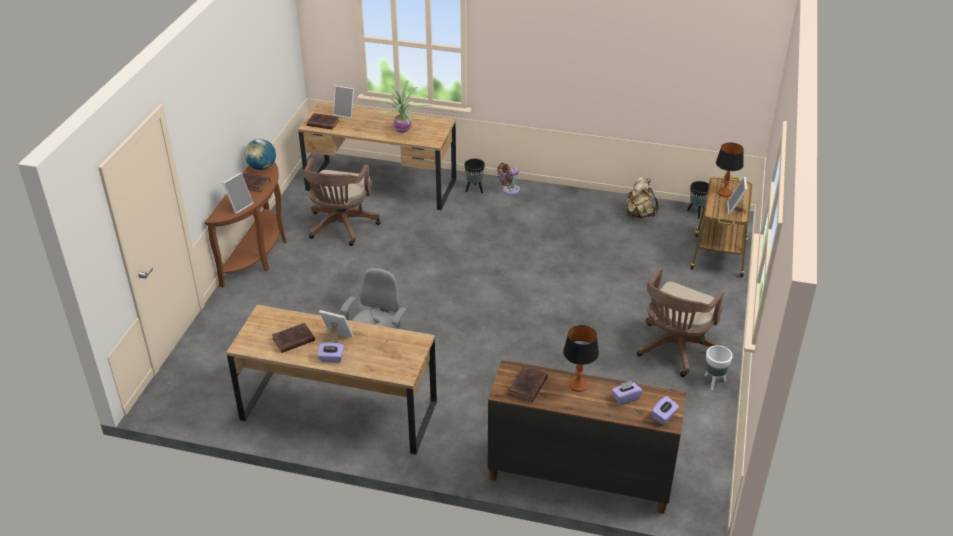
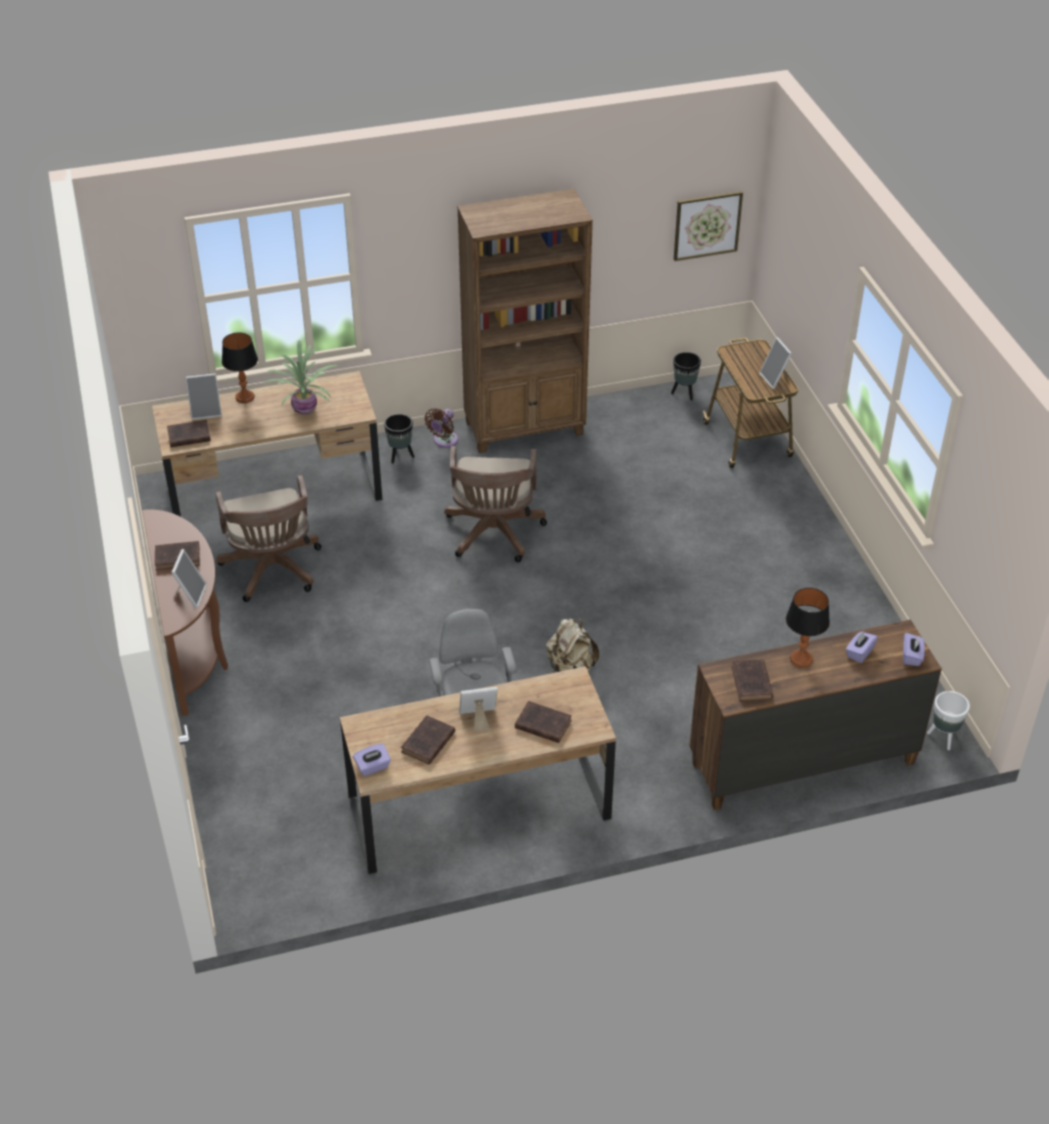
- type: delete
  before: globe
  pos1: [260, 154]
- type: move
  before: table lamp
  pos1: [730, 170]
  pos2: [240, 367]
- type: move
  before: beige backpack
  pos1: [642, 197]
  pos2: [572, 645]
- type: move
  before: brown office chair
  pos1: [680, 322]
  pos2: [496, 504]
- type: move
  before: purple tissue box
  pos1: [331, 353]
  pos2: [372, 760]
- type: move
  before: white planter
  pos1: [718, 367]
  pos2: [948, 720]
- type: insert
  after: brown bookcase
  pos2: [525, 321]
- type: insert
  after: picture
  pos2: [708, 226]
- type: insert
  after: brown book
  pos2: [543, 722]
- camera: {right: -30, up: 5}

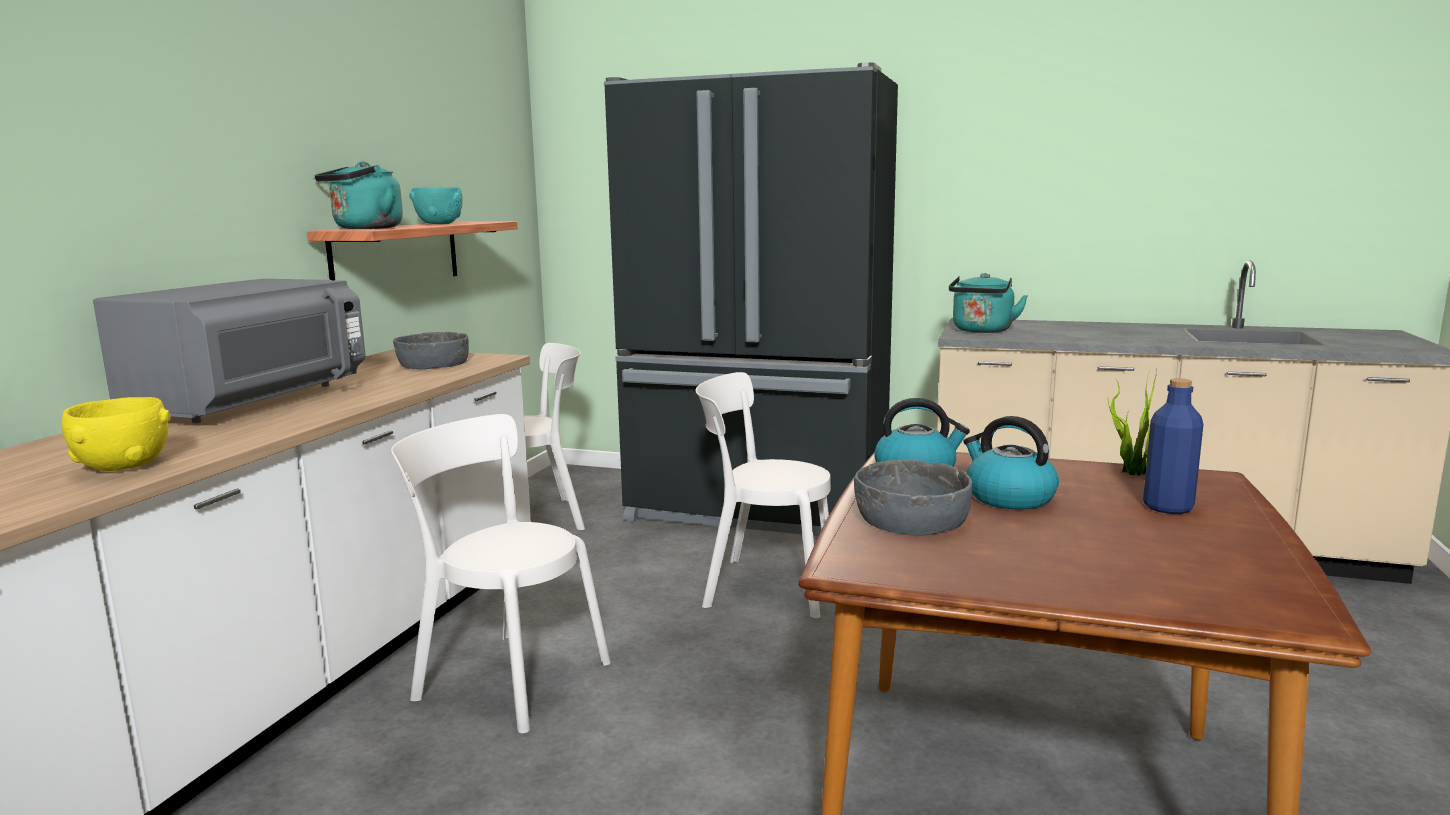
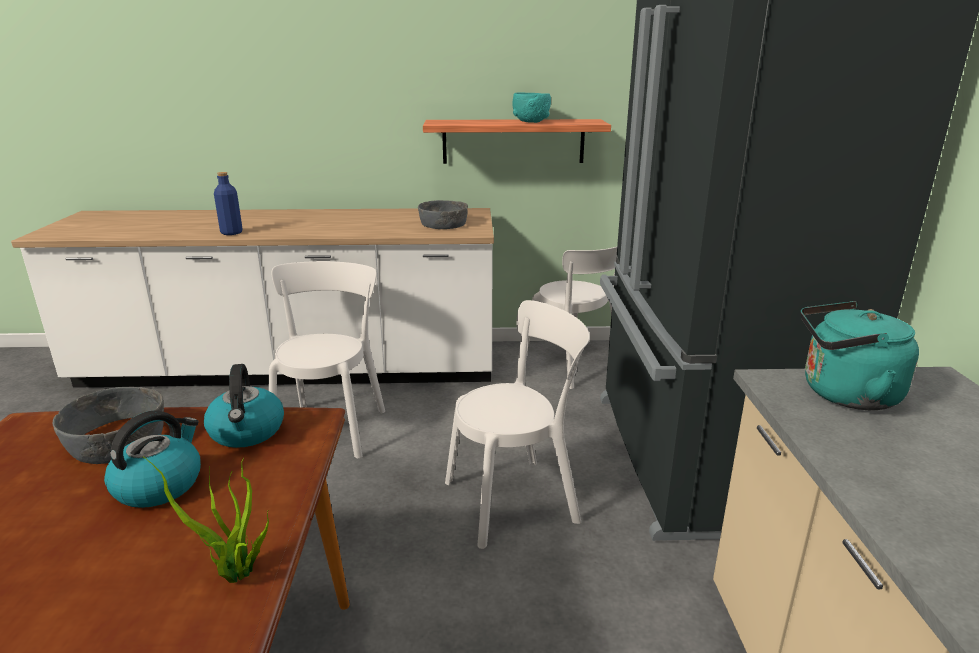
- type: delete
  before: turquoise kettle
  pos1: [359, 195]
- type: delete
  before: grey microwave
  pos1: [229, 351]
- type: rotate
  before: white chair
  pos1: [763, 495]
  pos2: [517, 424]
  turn: 75
- type: move
  before: blue bottle
  pos1: [1173, 446]
  pos2: [228, 203]
- type: delete
  before: yellow bowl
  pos1: [115, 434]
- camera: {right: 70, up: 10}

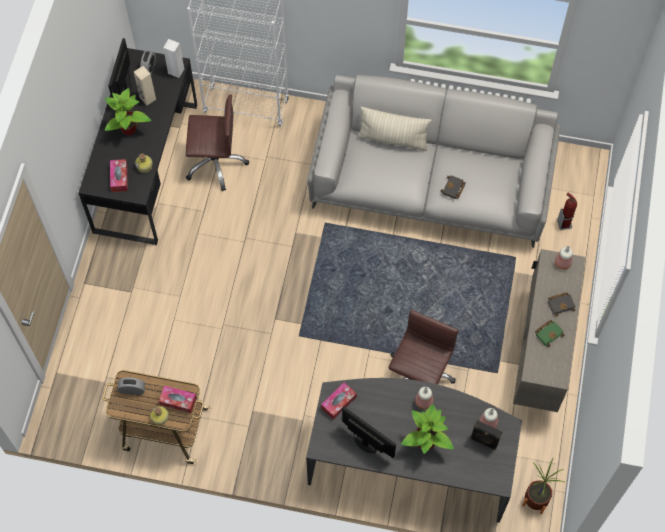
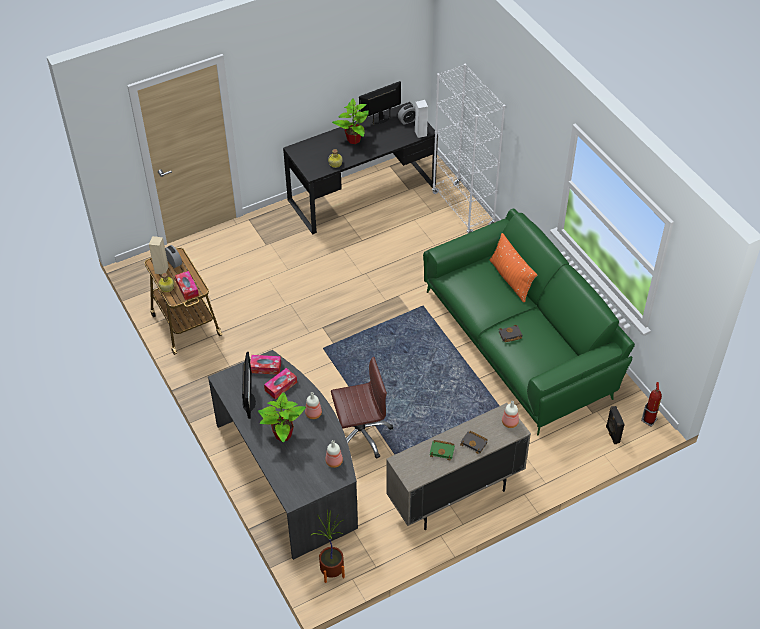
- type: move
  before: beige speaker
  pos1: [145, 85]
  pos2: [159, 255]
- type: recolor
  before: grey sofa
  after: green sofa
  pos1: [433, 161]
  pos2: [529, 322]
- type: delete
  before: brown office chair
  pos1: [217, 143]
- type: recolor
  before: beige pillow
  after: orange pillow
  pos1: [394, 129]
  pos2: [513, 267]
- type: move
  before: tissue box
  pos1: [119, 175]
  pos2: [280, 383]
- type: move
  before: fire extinguisher
  pos1: [567, 211]
  pos2: [651, 404]
- type: move
  before: black speaker
  pos1: [486, 435]
  pos2: [615, 425]
- camera: {right: 50, up: -15}

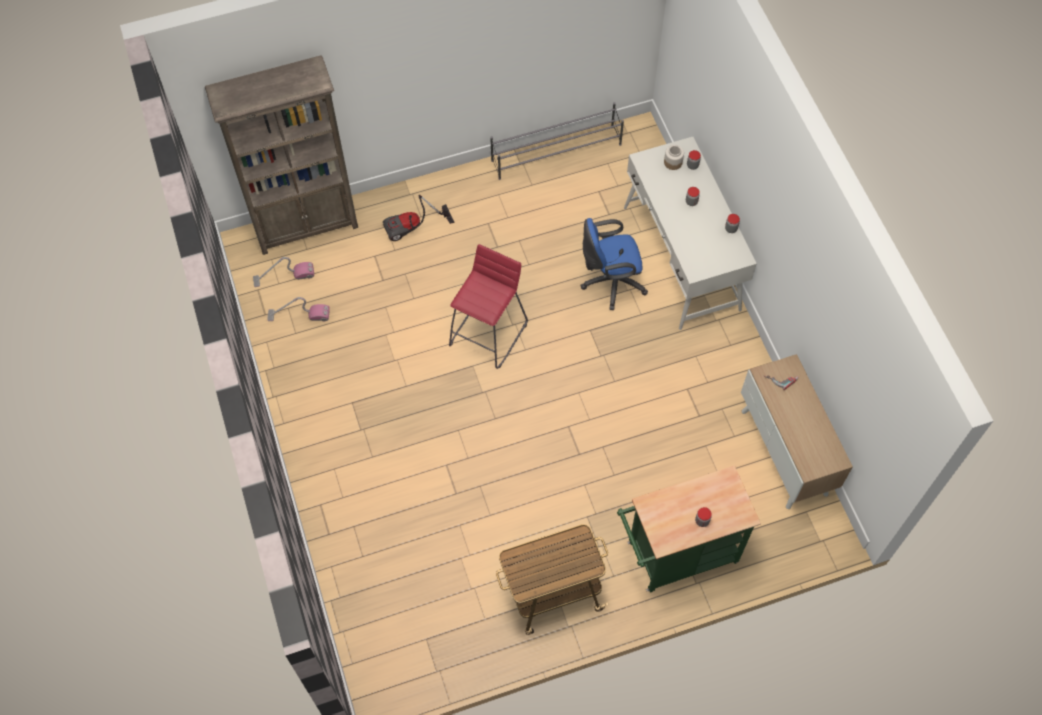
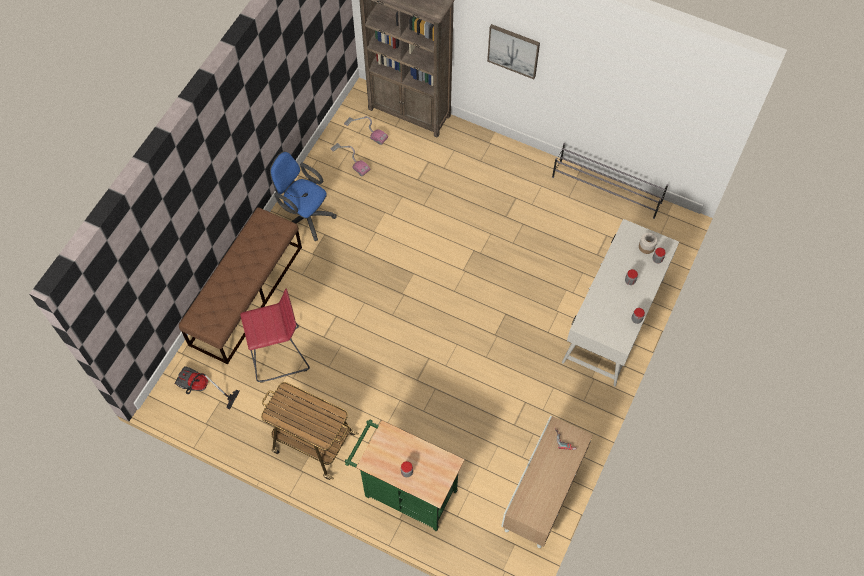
- type: move
  before: vacuum cleaner
  pos1: [419, 218]
  pos2: [207, 387]
- type: move
  before: blue office chair
  pos1: [614, 264]
  pos2: [303, 196]
- type: move
  before: red stool
  pos1: [488, 306]
  pos2: [275, 336]
- type: insert
  after: picture
  pos2: [513, 51]
- type: insert
  after: brown bench
  pos2: [240, 286]
- camera: {right: 45, up: 0}

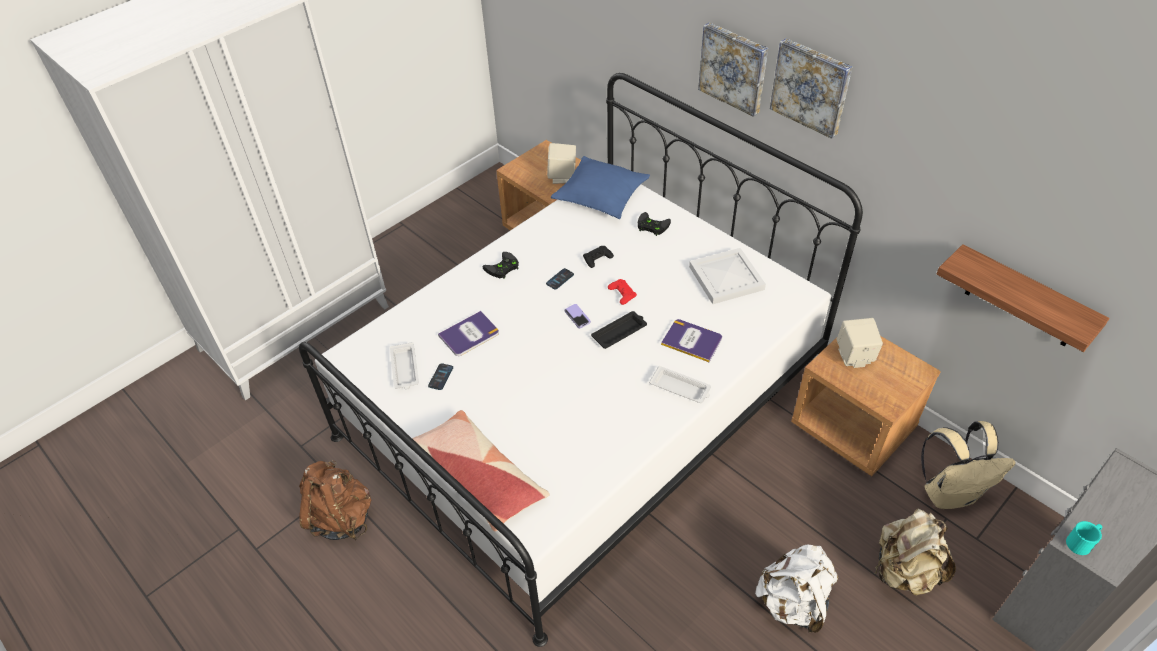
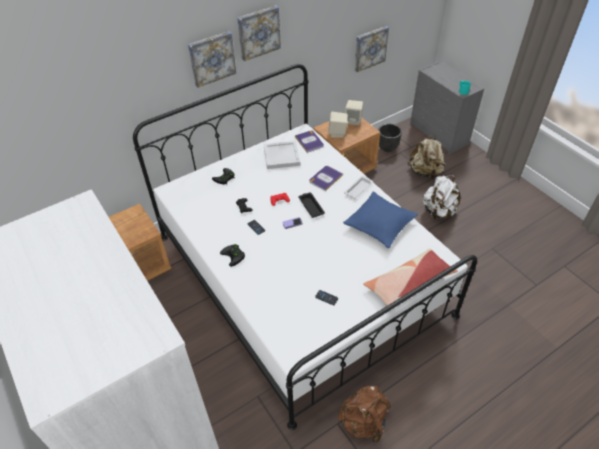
- type: move
  before: beige speaker
  pos1: [561, 163]
  pos2: [354, 112]
- type: move
  before: blue pillow
  pos1: [600, 187]
  pos2: [380, 220]
- type: replace
  before: shelf
  after: picture
  pos1: [1022, 298]
  pos2: [372, 49]
- type: move
  before: book
  pos1: [468, 333]
  pos2: [309, 141]
- type: delete
  before: white tray
  pos1: [404, 366]
- type: replace
  before: beige backpack
  after: black planter
  pos1: [968, 465]
  pos2: [390, 138]
- camera: {right: -80, up: 0}

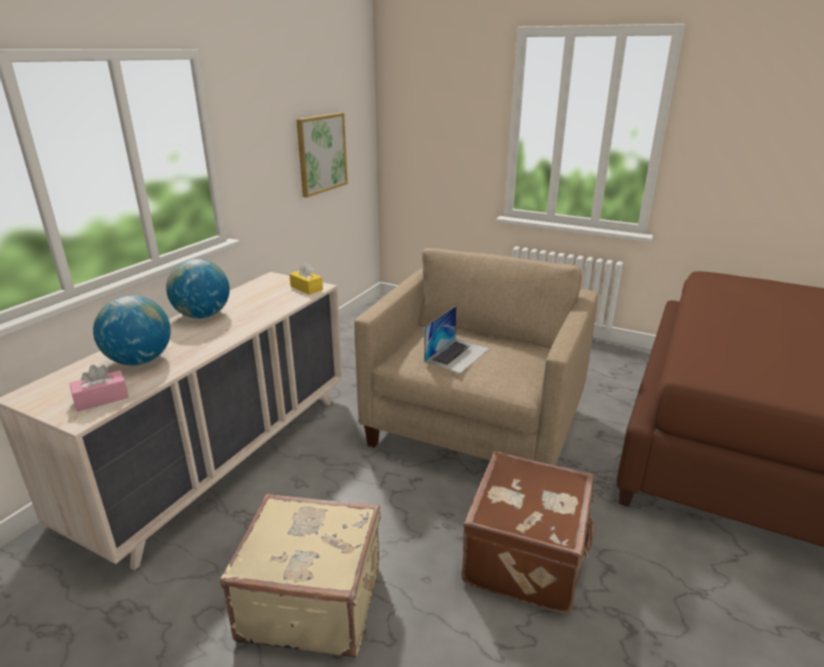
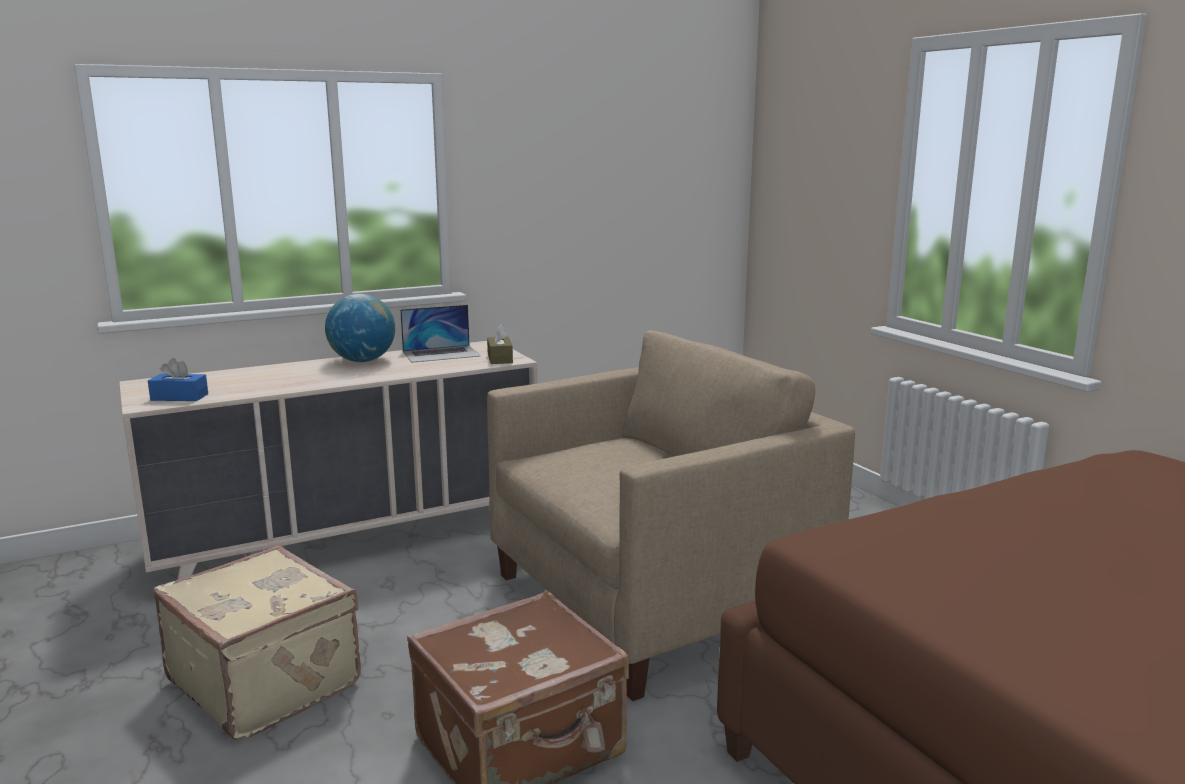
- type: delete
  before: picture
  pos1: [322, 155]
- type: recolor
  before: yellow tissue box
  after: brown tissue box
  pos1: [306, 278]
  pos2: [500, 344]
- type: delete
  before: globe
  pos1: [132, 330]
- type: move
  before: laptop
  pos1: [457, 340]
  pos2: [440, 334]
- type: recolor
  before: pink tissue box
  after: blue tissue box
  pos1: [99, 388]
  pos2: [178, 379]
- camera: {right: 35, up: -10}

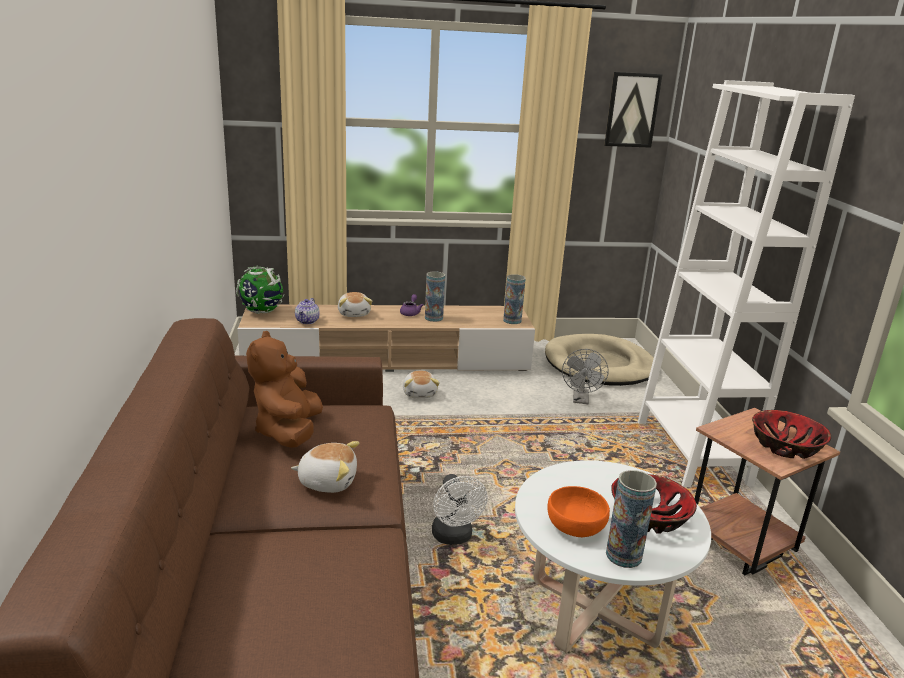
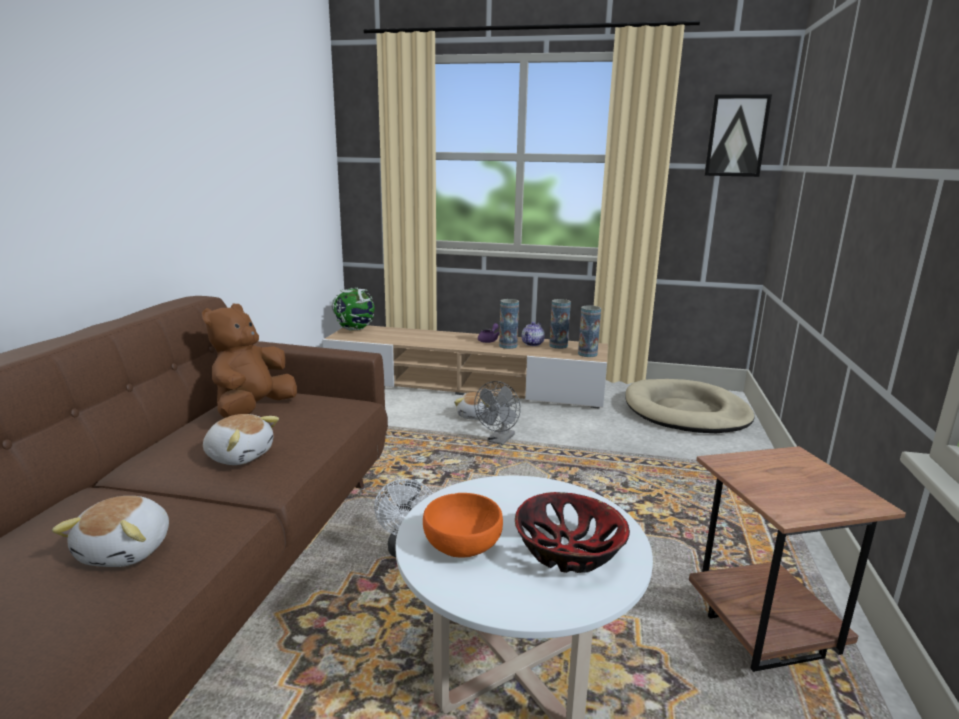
- type: delete
  before: white bookcase
  pos1: [746, 283]
- type: move
  before: plush toy
  pos1: [355, 304]
  pos2: [110, 531]
- type: move
  before: teapot
  pos1: [307, 311]
  pos2: [533, 334]
- type: move
  before: grey fan
  pos1: [585, 376]
  pos2: [497, 413]
- type: delete
  before: bowl
  pos1: [791, 434]
- type: move
  before: vase
  pos1: [631, 519]
  pos2: [560, 324]
- camera: {right: 20, up: -5}

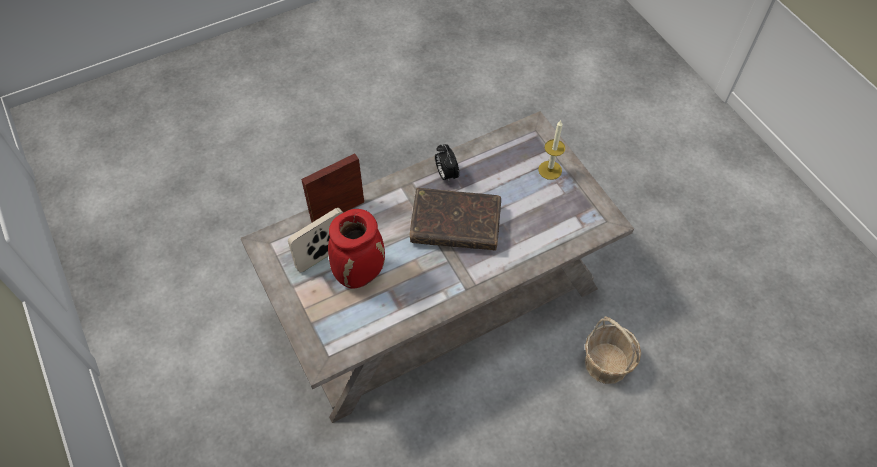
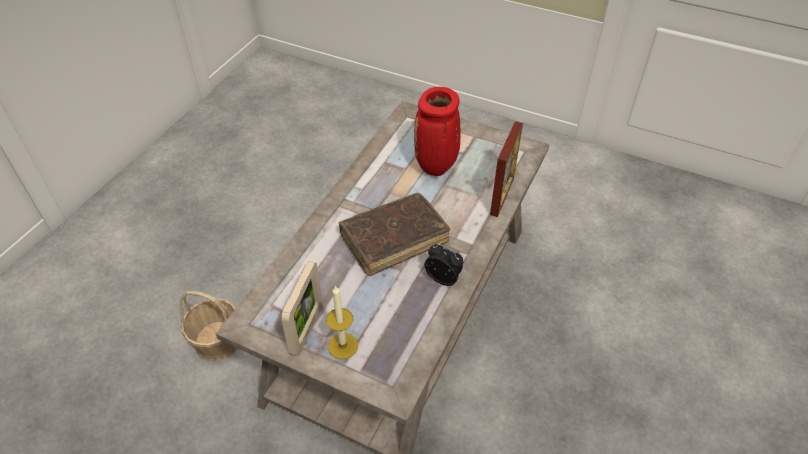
- type: move
  before: picture frame
  pos1: [315, 240]
  pos2: [301, 308]
- camera: {right: 145, up: -10}

